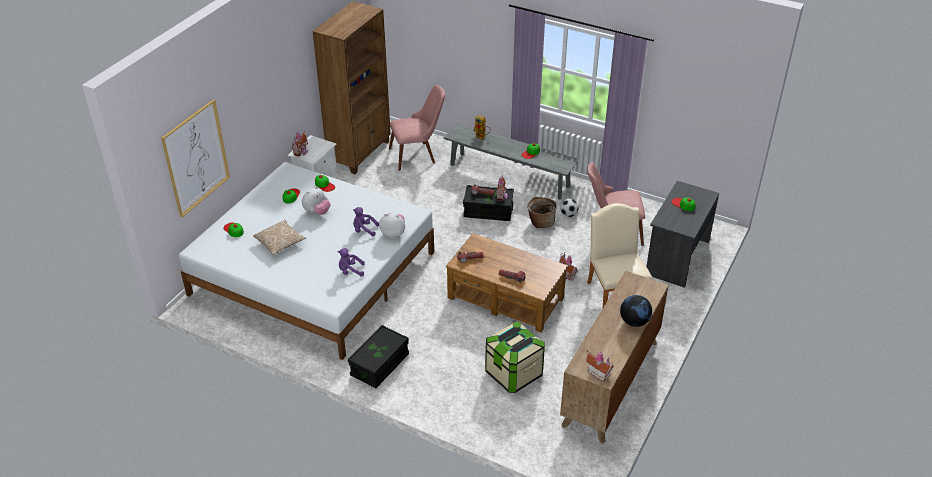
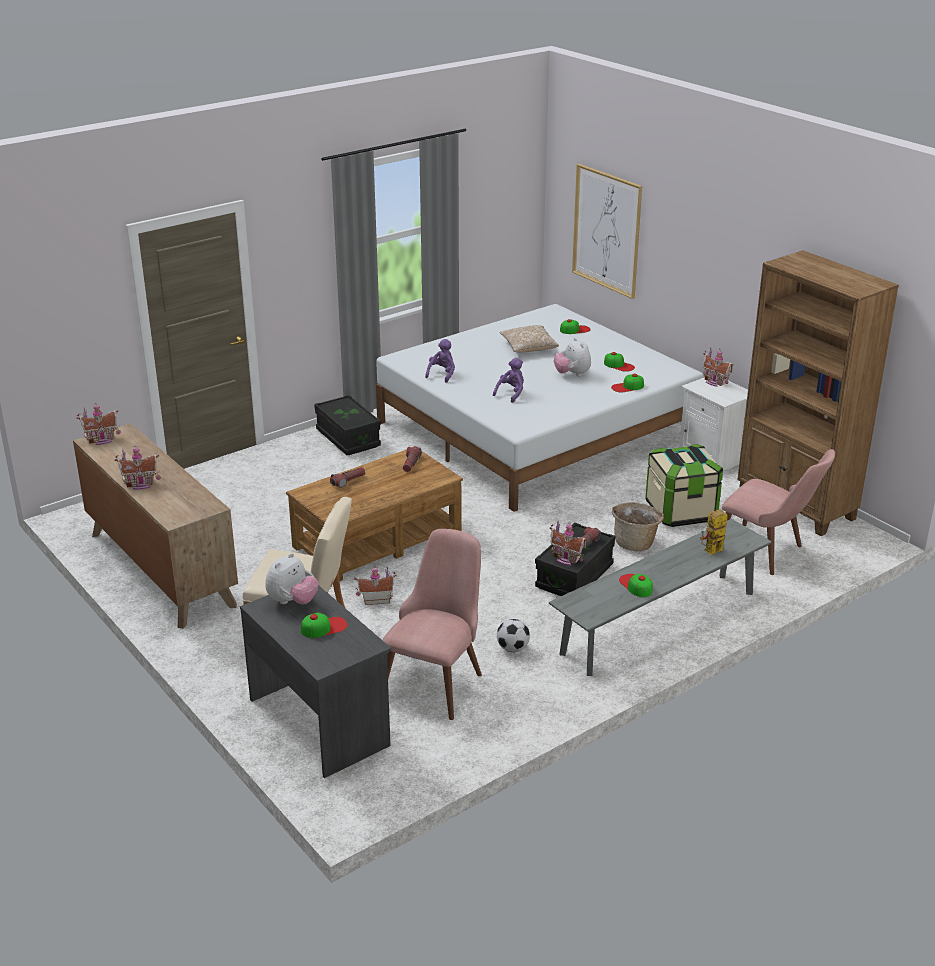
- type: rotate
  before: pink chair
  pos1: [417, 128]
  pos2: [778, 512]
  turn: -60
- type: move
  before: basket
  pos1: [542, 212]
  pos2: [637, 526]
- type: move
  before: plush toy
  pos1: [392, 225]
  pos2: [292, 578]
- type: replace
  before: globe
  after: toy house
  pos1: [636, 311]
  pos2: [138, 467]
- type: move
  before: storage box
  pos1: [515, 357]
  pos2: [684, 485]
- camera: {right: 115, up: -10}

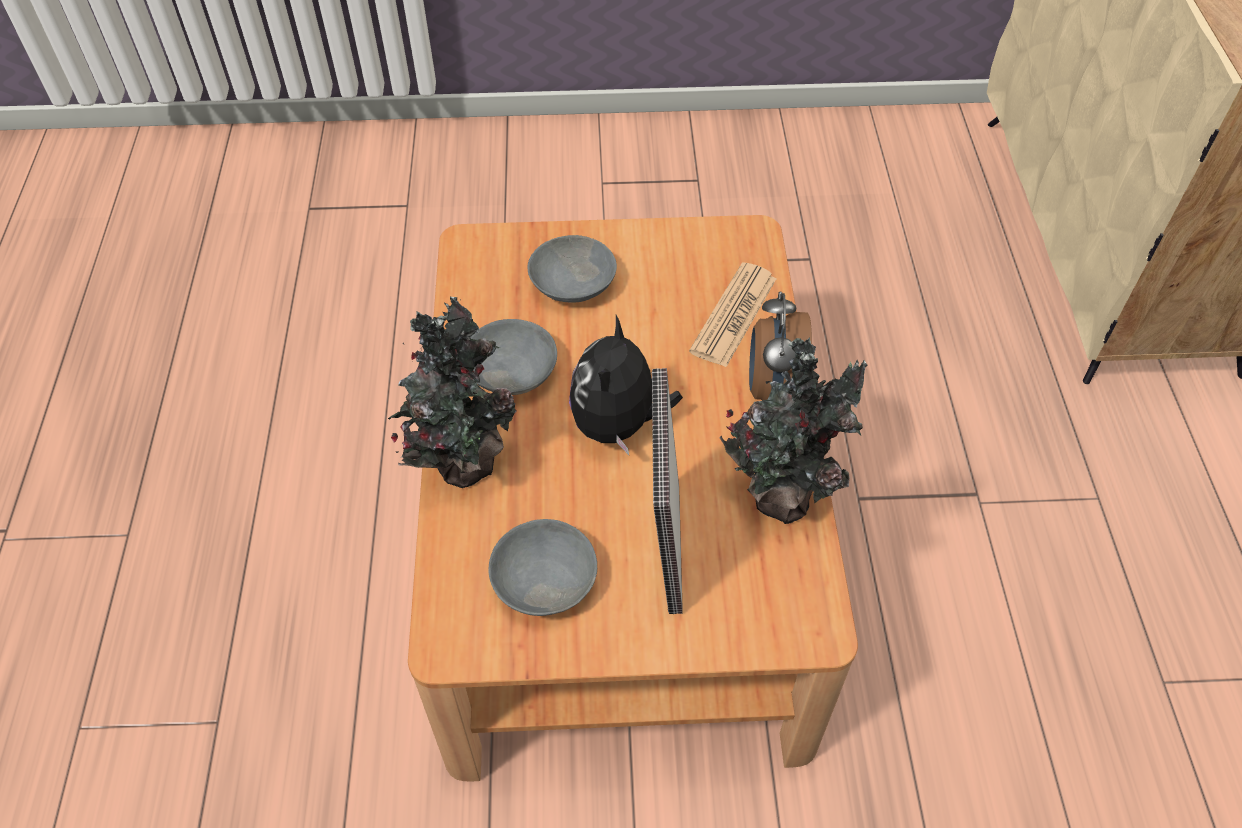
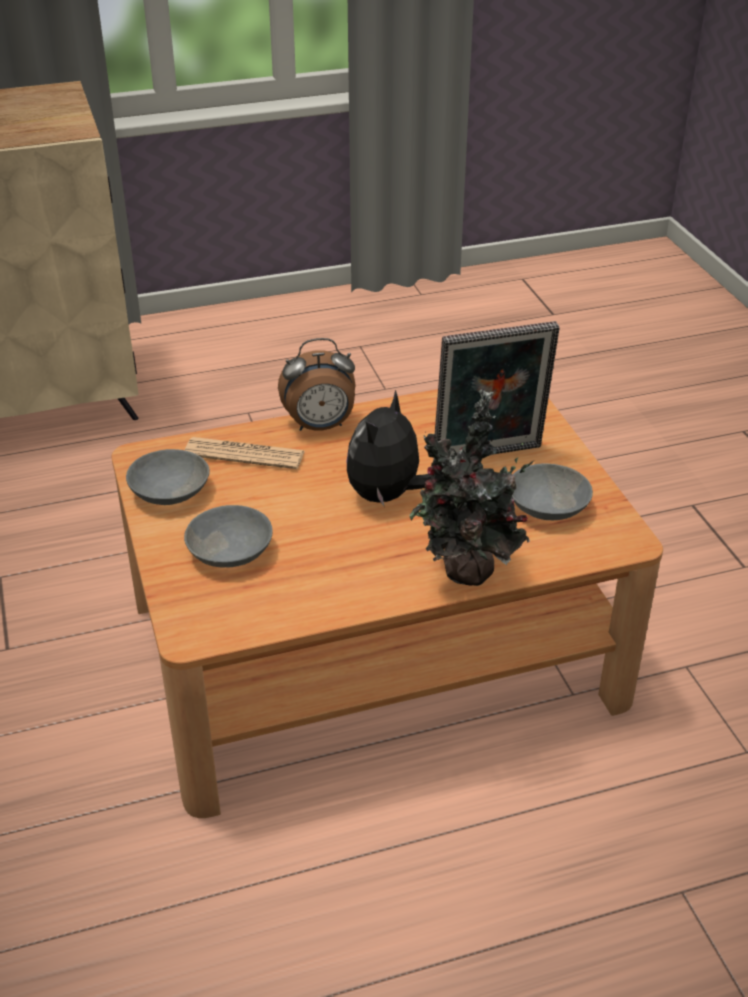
- type: rotate
  before: plush toy
  pos1: [626, 385]
  pos2: [389, 449]
  turn: 120
- type: move
  before: grey bowl
  pos1: [514, 357]
  pos2: [168, 477]
- type: delete
  before: potted plant
  pos1: [793, 430]
- camera: {right: -105, up: -15}

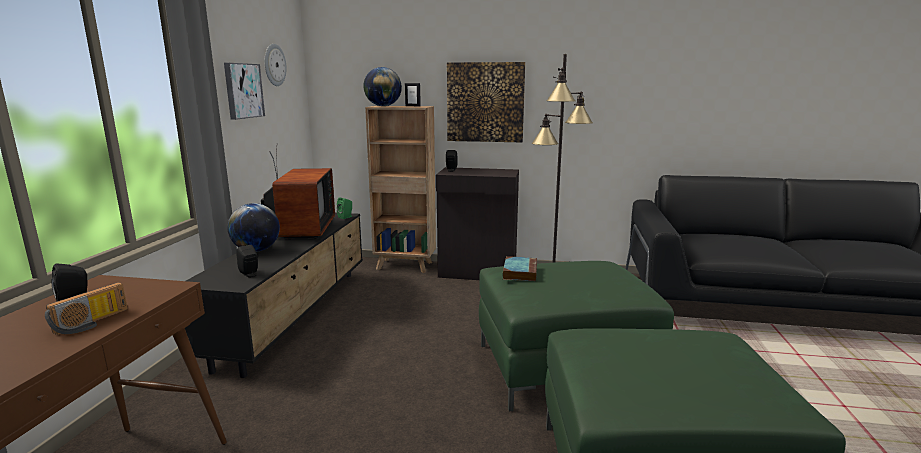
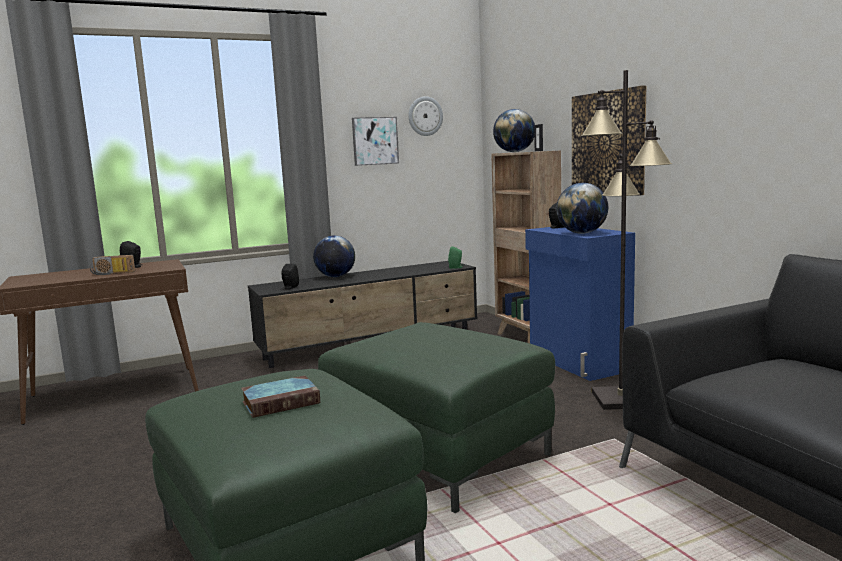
- type: delete
  before: television
  pos1: [298, 192]
- type: recolor
  before: black cabinet
  after: blue cabinet
  pos1: [477, 223]
  pos2: [580, 304]
- type: move
  before: book
  pos1: [519, 268]
  pos2: [280, 397]
- type: insert
  after: globe
  pos2: [582, 208]
- camera: {right: 55, up: -5}

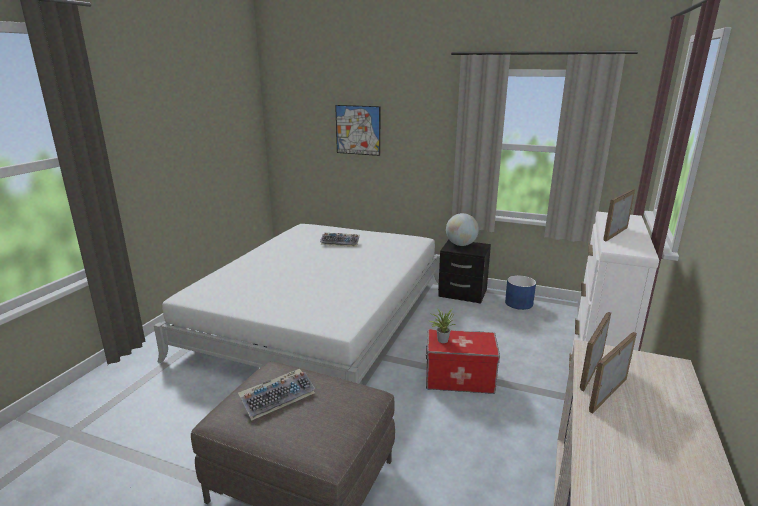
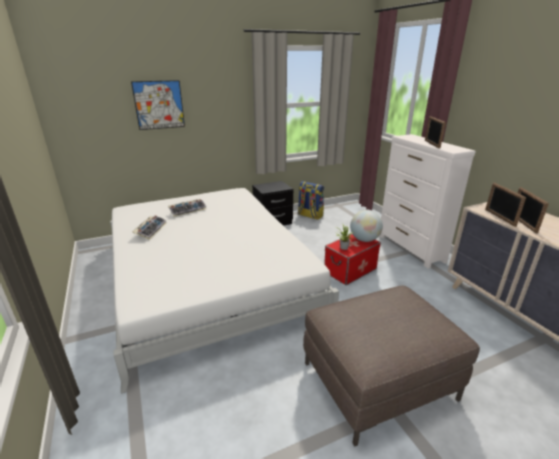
- type: move
  before: globe
  pos1: [462, 229]
  pos2: [366, 226]
- type: replace
  before: blue planter
  after: backpack
  pos1: [520, 292]
  pos2: [311, 200]
- type: move
  before: keyboard
  pos1: [276, 394]
  pos2: [149, 227]
- camera: {right: -45, up: 5}

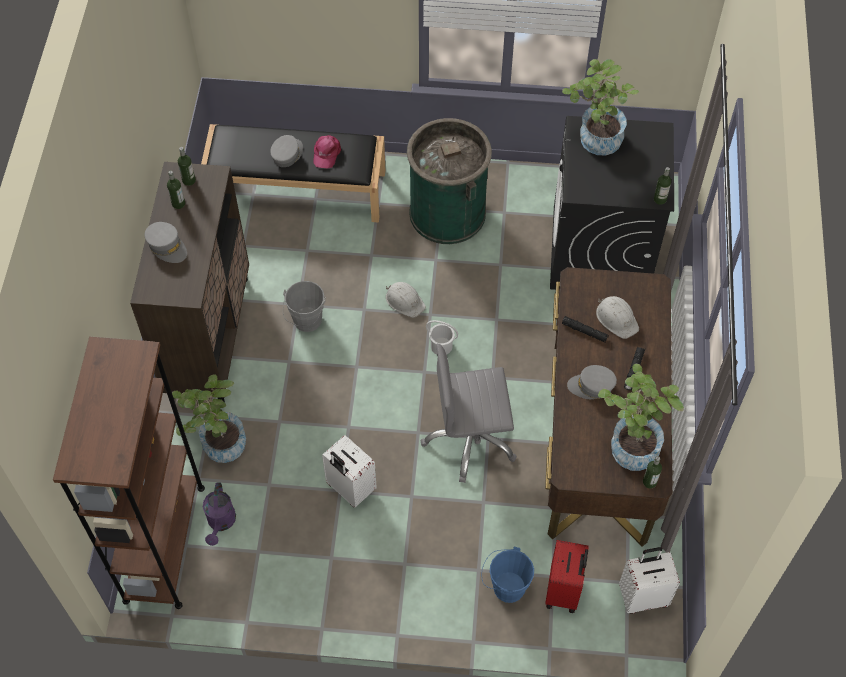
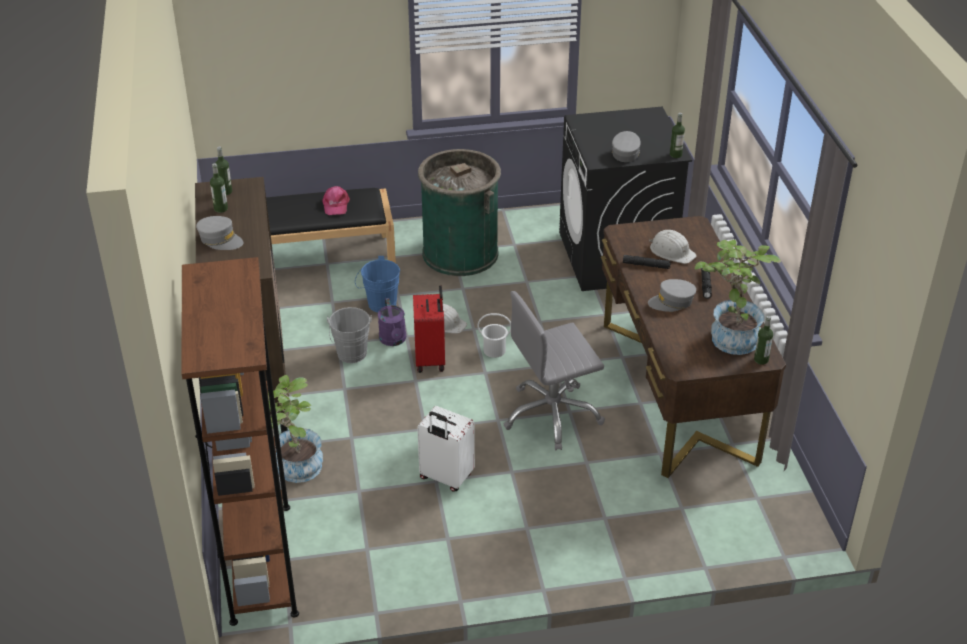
- type: delete
  before: potted plant
  pos1: [600, 107]
- type: move
  before: grey cap
  pos1: [286, 151]
  pos2: [626, 146]
- type: move
  before: purple watering can
  pos1: [219, 514]
  pos2: [392, 322]
- type: move
  before: red suitcase
  pos1: [567, 576]
  pos2: [429, 329]
- type: move
  before: blue bucket
  pos1: [508, 575]
  pos2: [377, 284]
- type: delete
  before: white suitcase
  pos1: [649, 580]
- camera: {right: -15, up: -20}

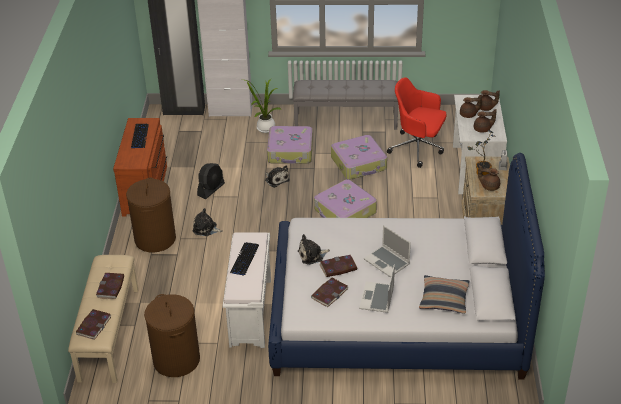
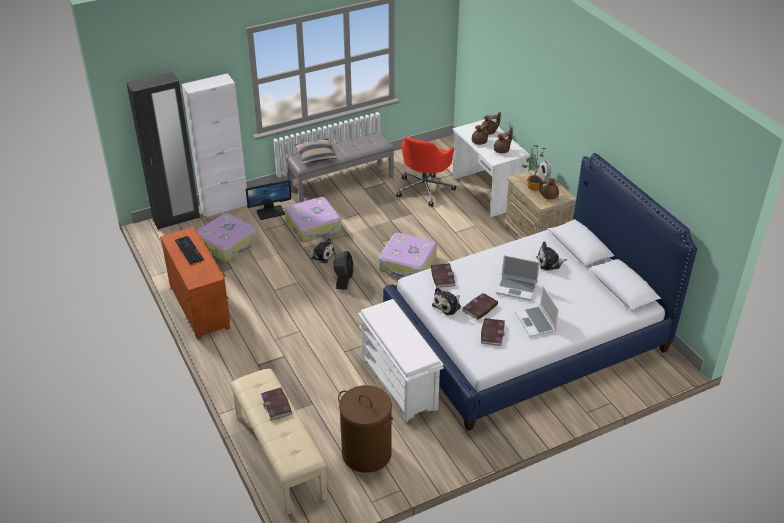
- type: rotate
  before: red office chair
  pos1: [417, 122]
  pos2: [426, 172]
  turn: -60
- type: replace
  before: potted plant
  after: monitor
  pos1: [263, 106]
  pos2: [268, 199]
- type: move
  before: suitcase
  pos1: [359, 157]
  pos2: [226, 237]
- type: move
  before: black fan
  pos1: [211, 181]
  pos2: [343, 270]
- type: delete
  before: brown laundry basket
  pos1: [151, 215]
- type: move
  before: plush toy
  pos1: [207, 222]
  pos2: [551, 256]
- type: delete
  before: keyboard
  pos1: [244, 259]
- type: move
  before: pillow
  pos1: [444, 294]
  pos2: [316, 151]
- type: move
  before: book
  pos1: [94, 324]
  pos2: [443, 275]
- camera: {right: -30, up: 0}

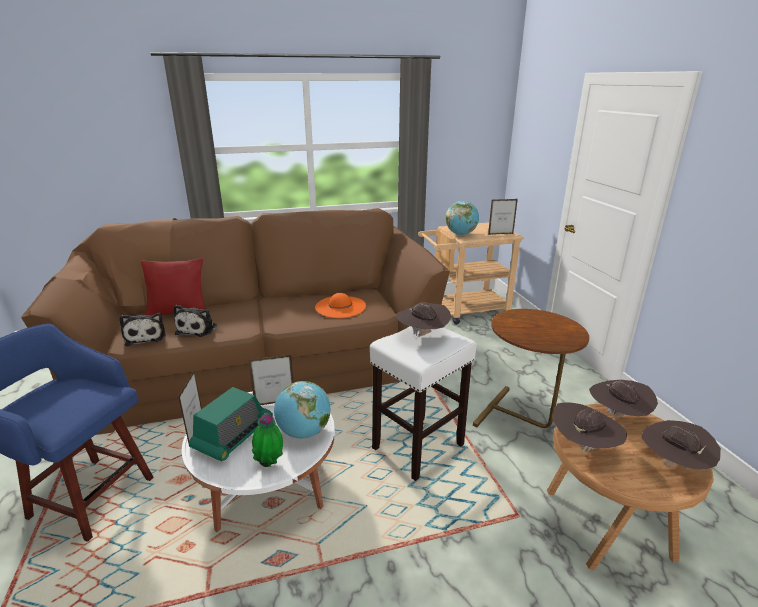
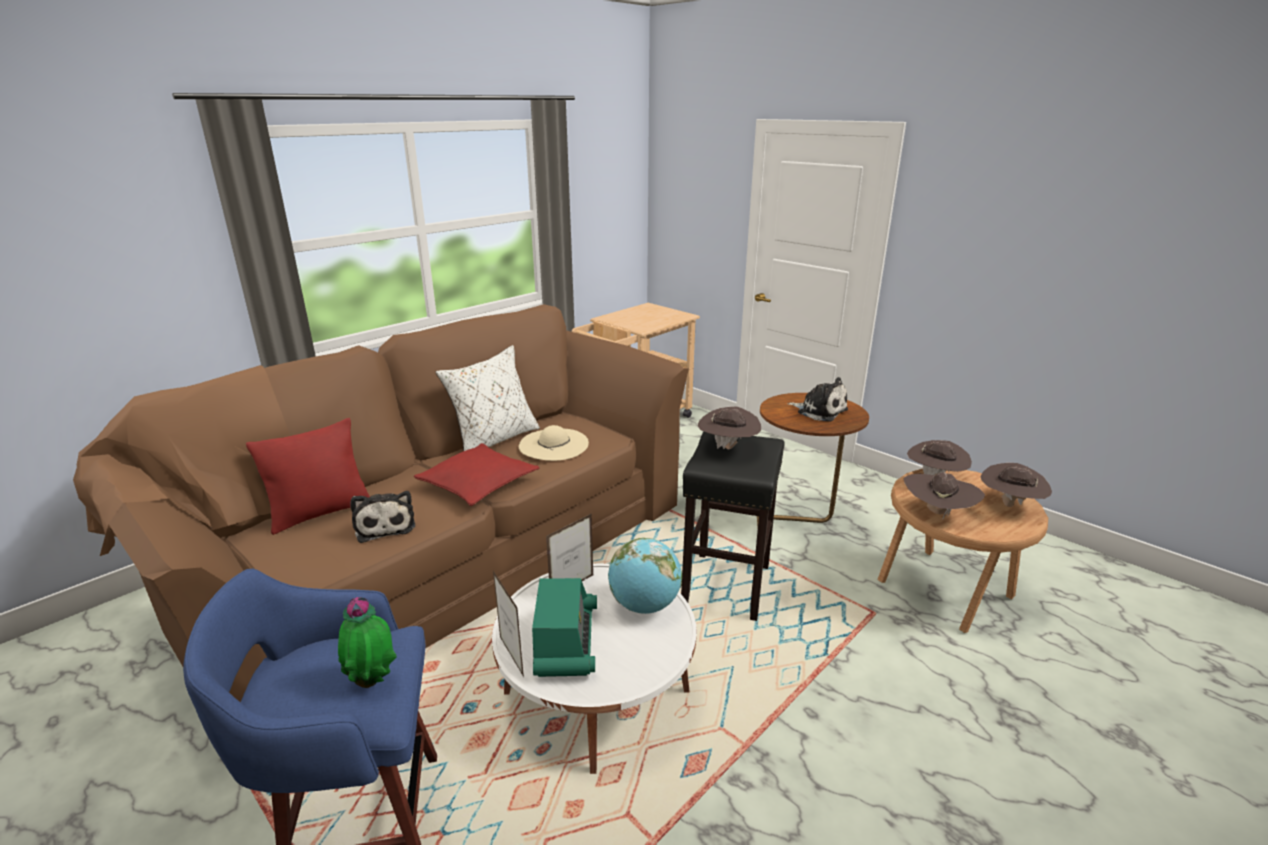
- type: delete
  before: picture frame
  pos1: [503, 217]
- type: delete
  before: globe
  pos1: [462, 218]
- type: recolor
  before: orange hat
  after: beige hat
  pos1: [340, 305]
  pos2: [554, 443]
- type: move
  before: plush toy
  pos1: [143, 330]
  pos2: [817, 399]
- type: recolor
  before: white stool
  after: black stool
  pos1: [423, 403]
  pos2: [733, 526]
- type: move
  before: potted plant
  pos1: [267, 440]
  pos2: [367, 642]
- type: insert
  after: white pillow
  pos2: [488, 398]
- type: insert
  after: red pillow
  pos2: [476, 474]
- camera: {right: -30, up: 0}

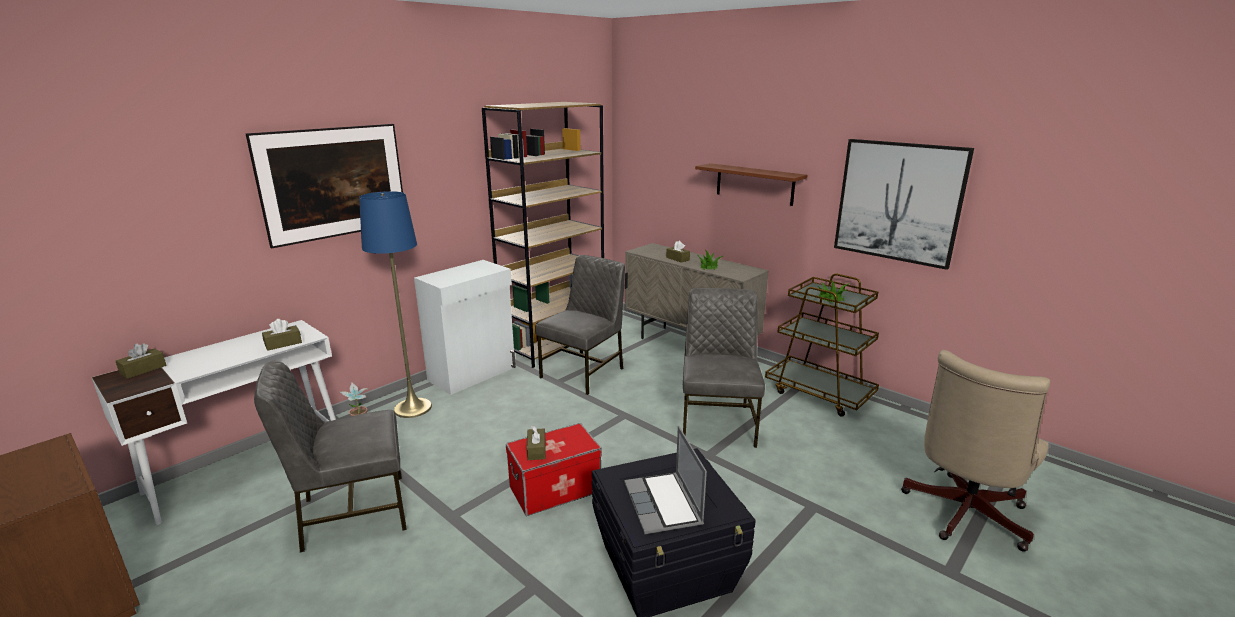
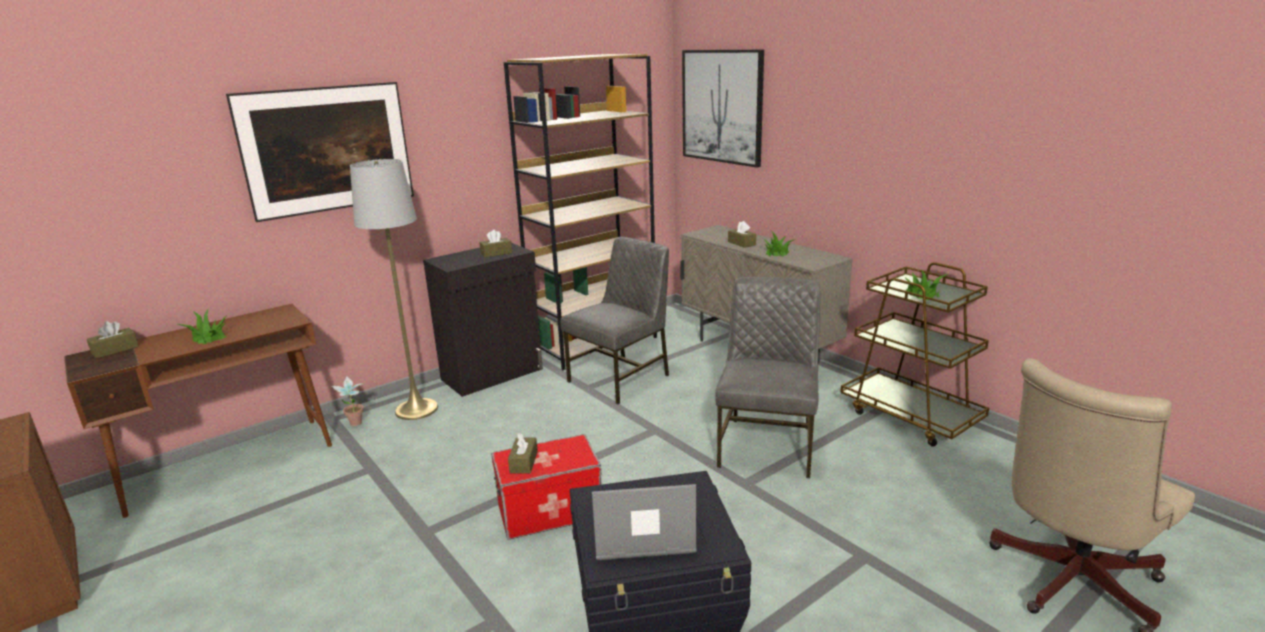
- type: move
  before: picture
  pos1: [904, 204]
  pos2: [723, 109]
- type: delete
  before: brown shelf
  pos1: [751, 184]
- type: recolor
  before: blue floor lamp
  after: grey floor lamp
  pos1: [395, 304]
  pos2: [394, 289]
- type: recolor
  before: white cabinet
  after: black cabinet
  pos1: [465, 327]
  pos2: [483, 320]
- type: move
  before: brown tissue box
  pos1: [282, 335]
  pos2: [495, 243]
- type: recolor
  before: white desk
  after: brown desk
  pos1: [213, 422]
  pos2: [198, 411]
- type: delete
  before: grey chair
  pos1: [330, 456]
- type: rotate
  before: laptop
  pos1: [665, 480]
  pos2: [644, 522]
  turn: 90
- type: insert
  after: potted plant
  pos2: [202, 326]
- camera: {right: 10, up: 0}

